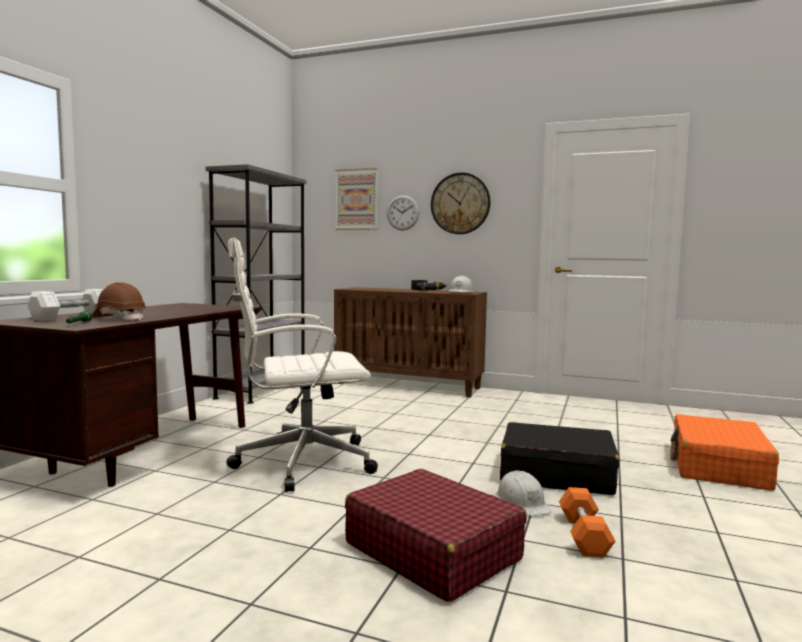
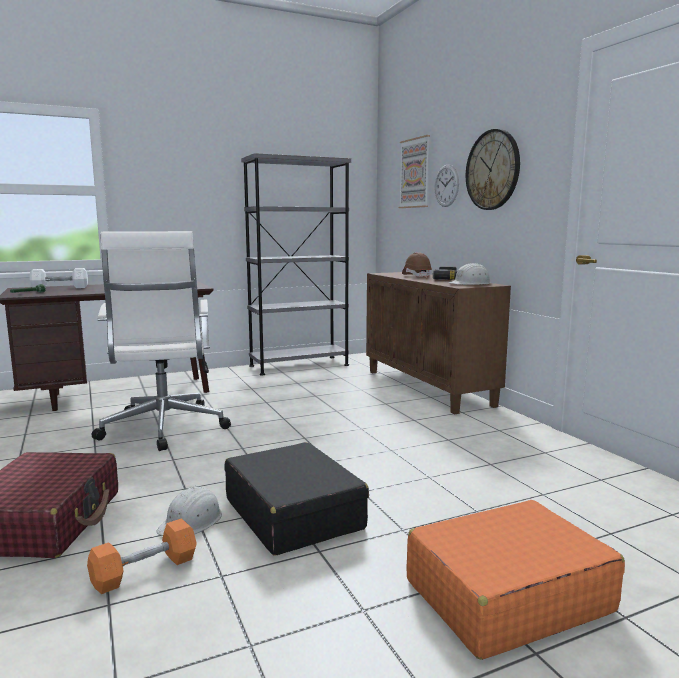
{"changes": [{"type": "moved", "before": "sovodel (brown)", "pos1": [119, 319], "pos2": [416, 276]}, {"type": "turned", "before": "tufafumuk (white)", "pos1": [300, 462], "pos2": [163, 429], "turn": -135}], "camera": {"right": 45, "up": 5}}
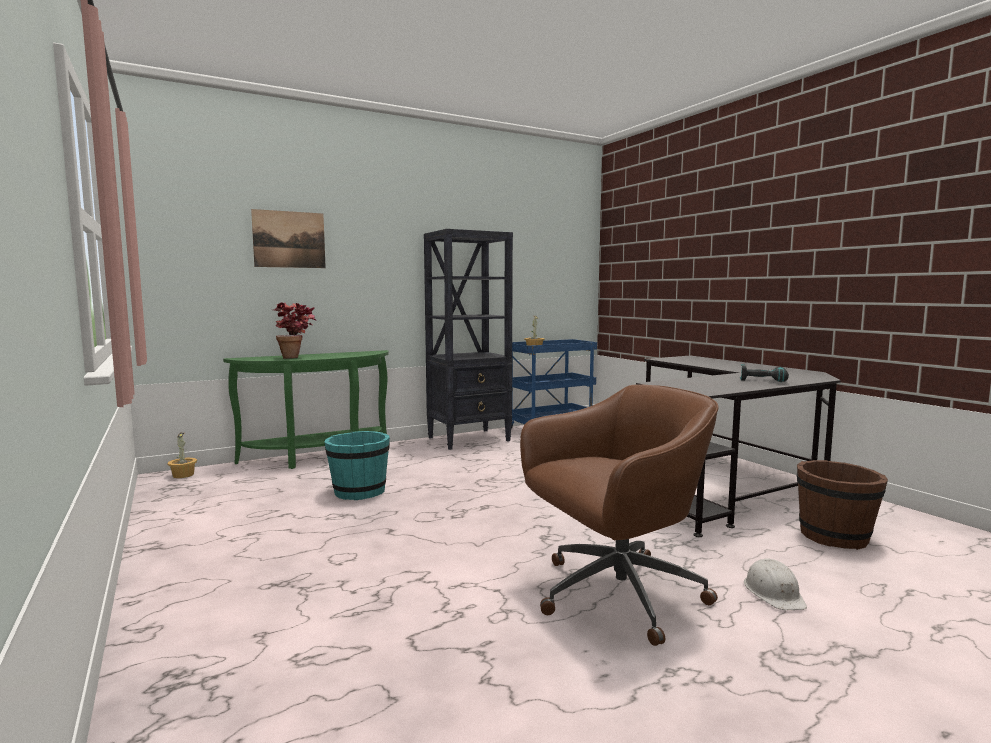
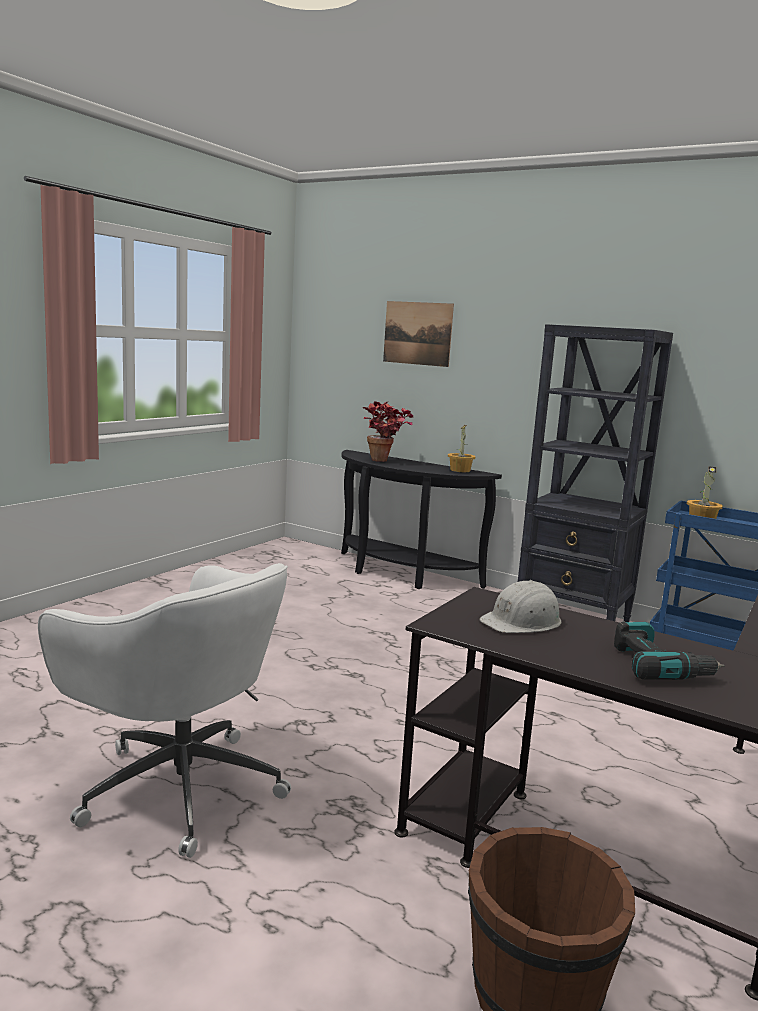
{"changes": [{"type": "removed", "before": "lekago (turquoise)", "pos1": [359, 492]}, {"type": "moved", "before": "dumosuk", "pos1": [183, 475], "pos2": [460, 470]}, {"type": "moved", "before": "sovodel (white)", "pos1": [774, 593], "pos2": [522, 621]}, {"type": "recoloured", "before": "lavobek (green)", "after": "lavobek (black)", "pos1": [319, 458], "pos2": [399, 574]}, {"type": "recoloured", "before": "tufafumuk (brown)", "after": "tufafumuk (white)", "pos1": [615, 595], "pos2": [177, 786]}], "camera": {"right": 60, "up": 5}}
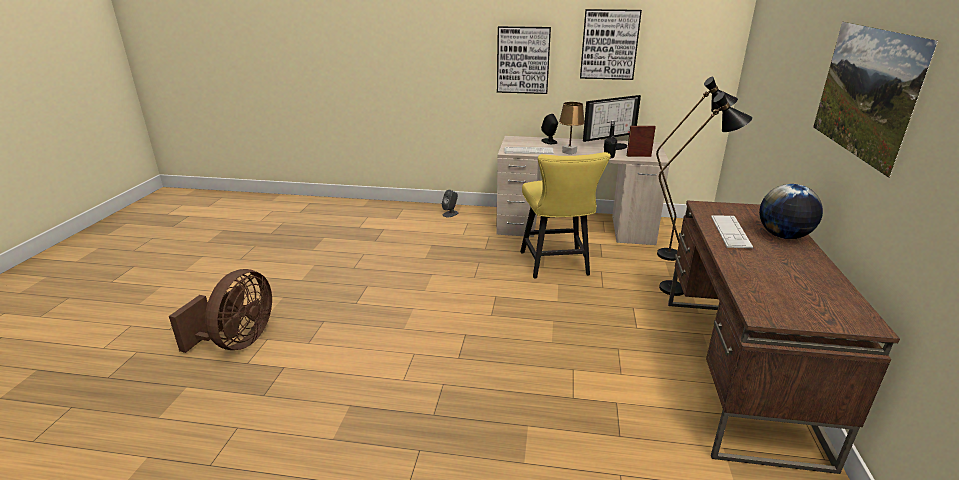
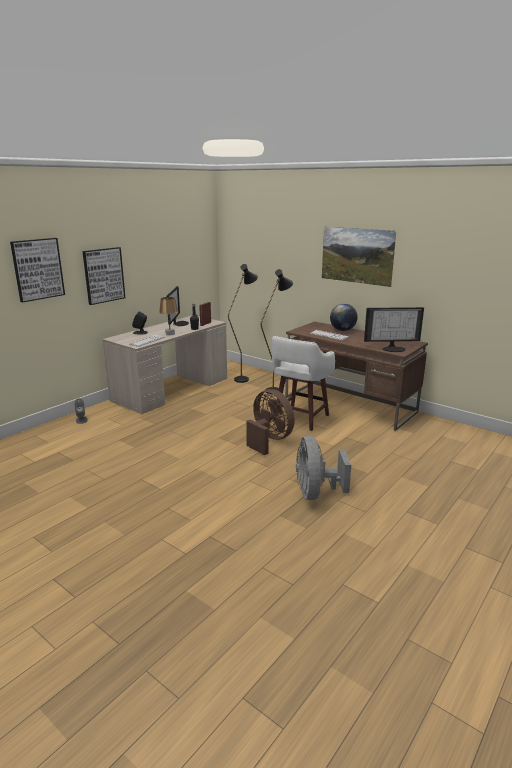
{"changes": [{"type": "removed", "before": "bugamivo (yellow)", "pos1": [556, 266]}, {"type": "added", "after": "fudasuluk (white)", "pos2": [300, 419]}, {"type": "added", "after": "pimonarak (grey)", "pos2": [316, 493]}, {"type": "added", "after": "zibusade", "pos2": [393, 348]}, {"type": "moved", "before": "pimonarak (brown)", "pos1": [237, 342], "pos2": [269, 440]}, {"type": "moved", "before": "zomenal", "pos1": [609, 44], "pos2": [38, 269]}], "camera": {"right": -60, "up": -5}}
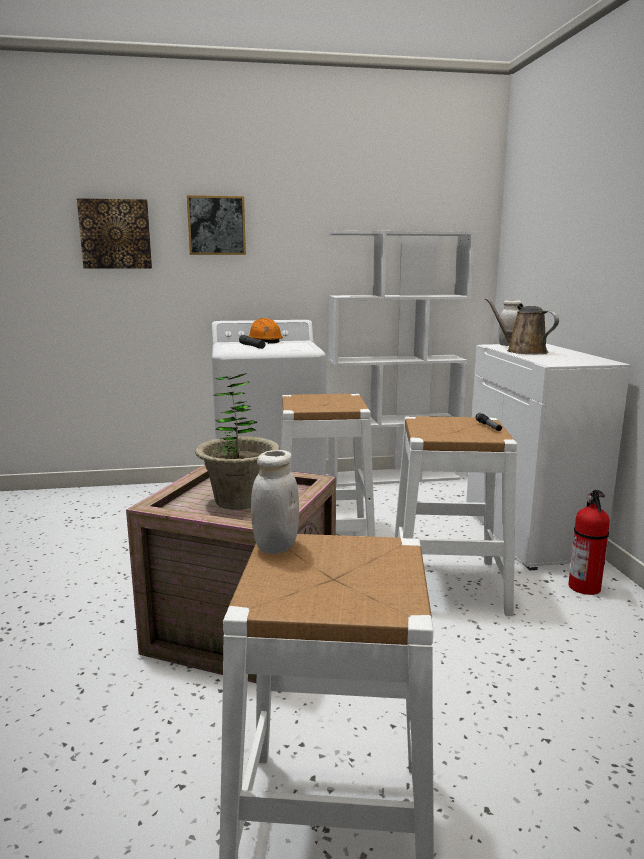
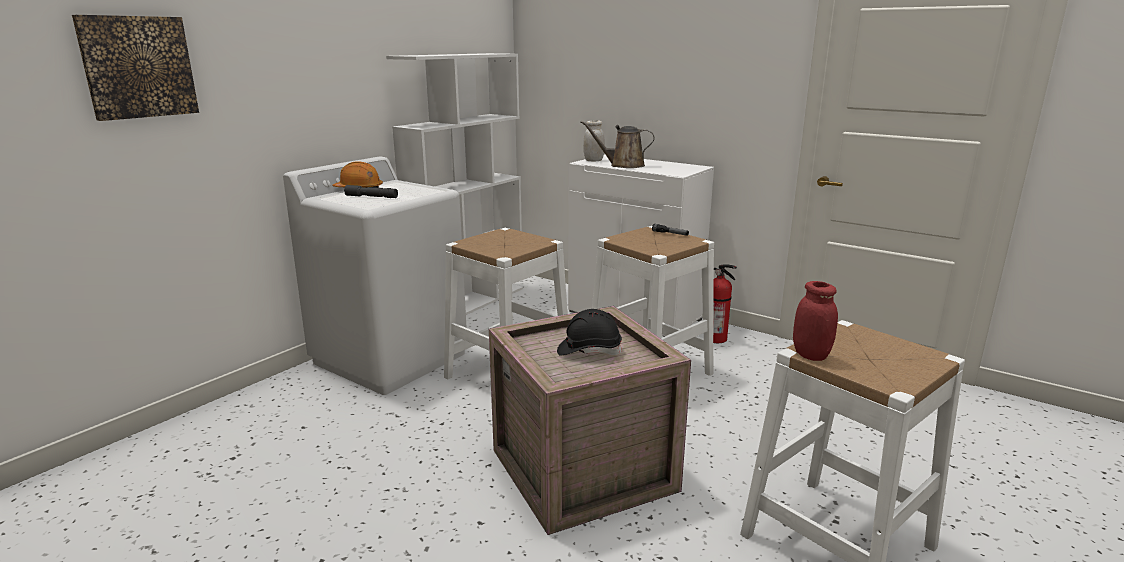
{"changes": [{"type": "removed", "before": "zomenal", "pos1": [216, 225]}, {"type": "replaced", "before": "dumosuk", "after": "sovodel (black)", "pos1": [239, 500], "pos2": [589, 351]}, {"type": "recoloured", "before": "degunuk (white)", "after": "degunuk (red)", "pos1": [275, 546], "pos2": [810, 355]}], "camera": {"right": -45, "up": 5}}
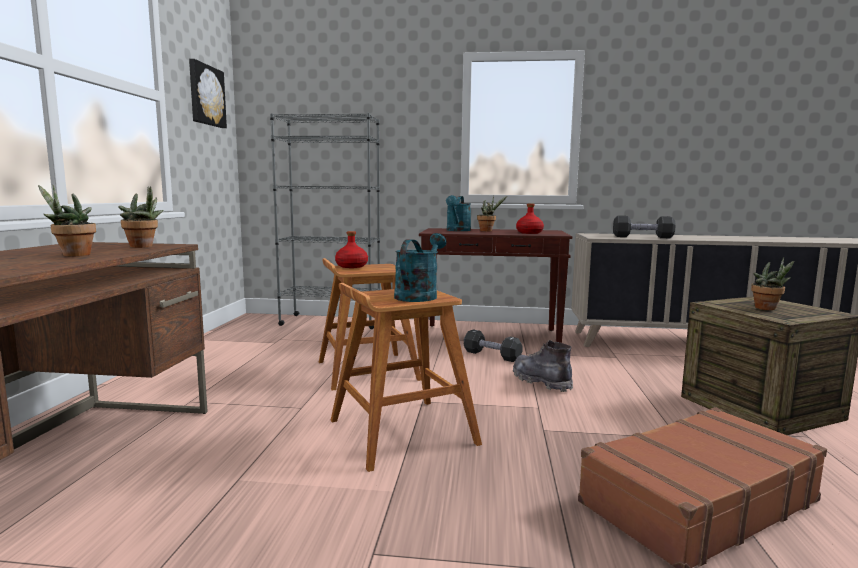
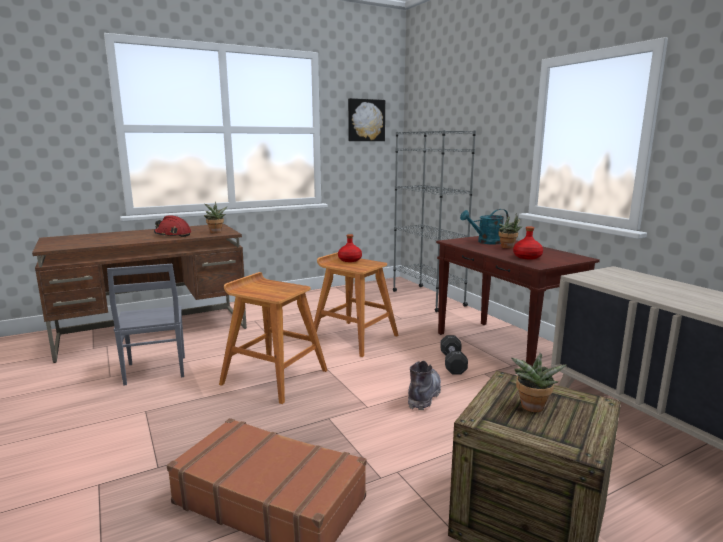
{"changes": [{"type": "removed", "before": "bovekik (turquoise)", "pos1": [419, 295]}, {"type": "removed", "before": "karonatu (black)", "pos1": [642, 237]}, {"type": "added", "after": "bugamivo (grey)", "pos2": [154, 371]}, {"type": "replaced", "before": "dumosuk", "after": "sovodel (red)", "pos1": [72, 255], "pos2": [172, 235]}], "camera": {"right": 55, "up": 5}}
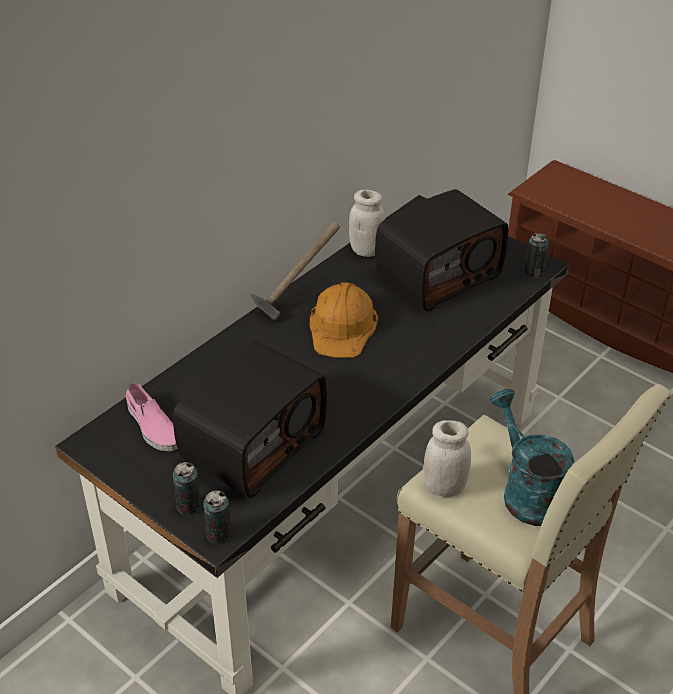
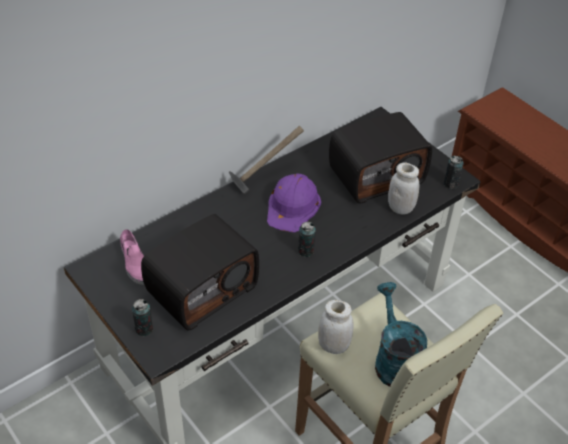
{"changes": [{"type": "moved", "before": "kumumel", "pos1": [219, 535], "pos2": [305, 251]}, {"type": "moved", "before": "degunuk (white)", "pos1": [366, 250], "pos2": [400, 208]}, {"type": "recoloured", "before": "sovodel (orange)", "after": "sovodel (purple)", "pos1": [342, 326], "pos2": [293, 206]}], "camera": {"right": 10, "up": 5}}
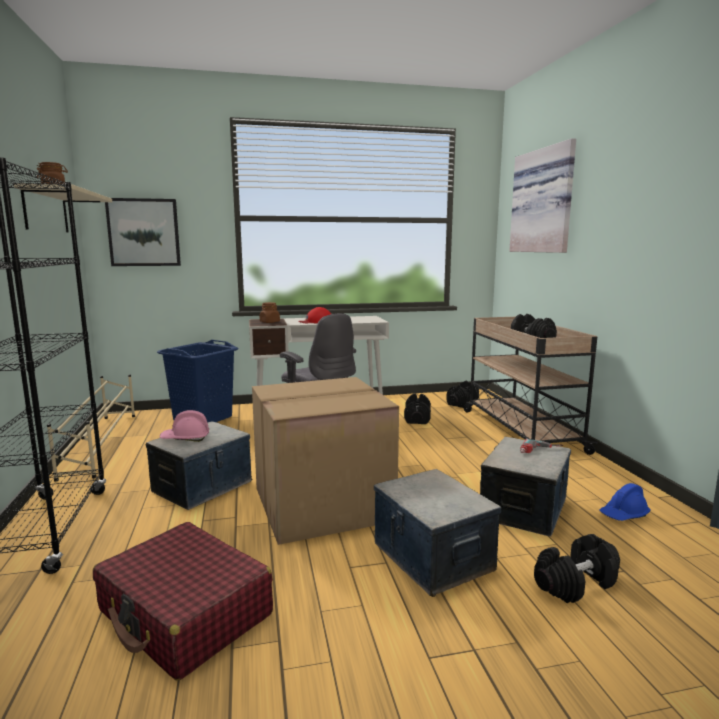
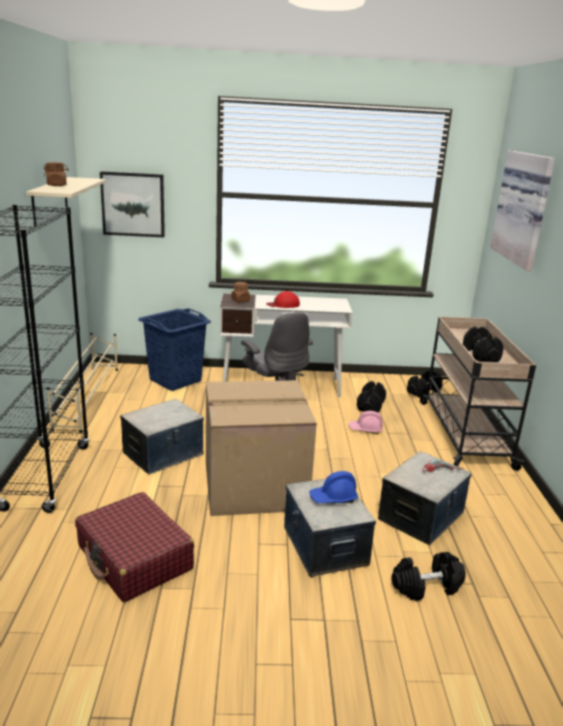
{"changes": [{"type": "moved", "before": "sovodel (pink)", "pos1": [185, 438], "pos2": [365, 429]}, {"type": "moved", "before": "sovodel (blue)", "pos1": [624, 514], "pos2": [333, 498]}], "camera": {"right": 10, "up": 10}}
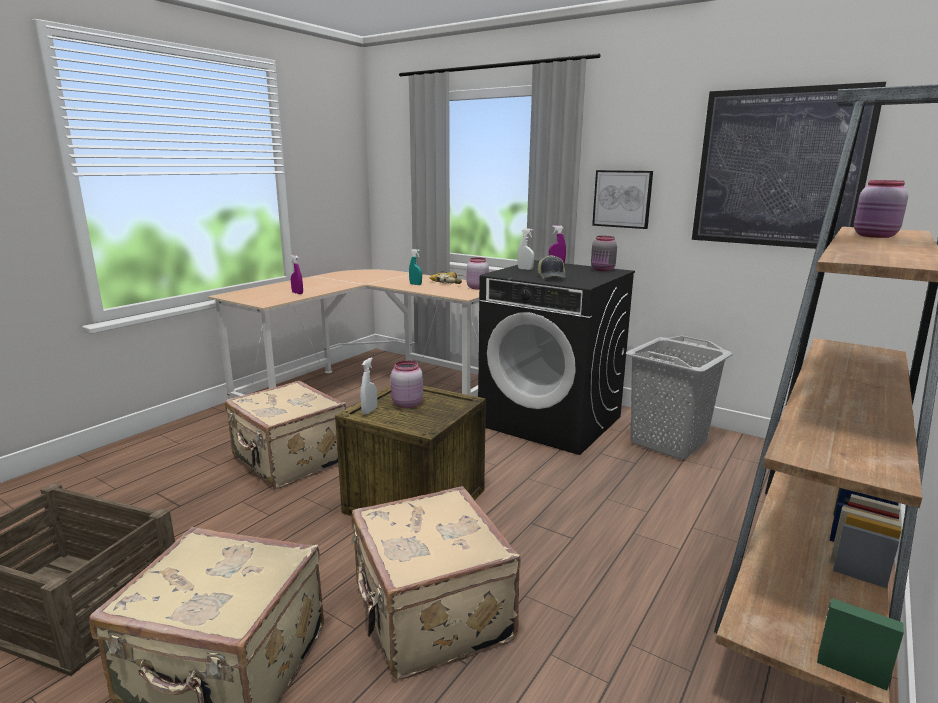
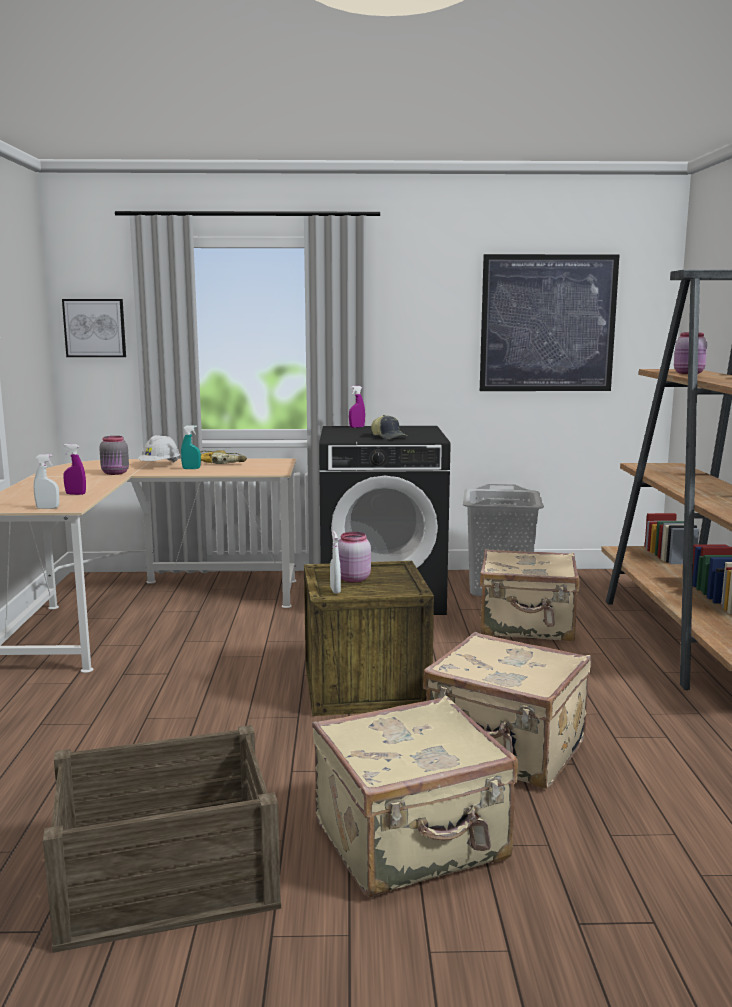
{"changes": [{"type": "removed", "before": "degunuk (pink)", "pos1": [477, 288]}, {"type": "added", "after": "sovodel (white)", "pos2": [160, 465]}, {"type": "moved", "before": "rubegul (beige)", "pos1": [289, 461], "pos2": [527, 626]}, {"type": "moved", "before": "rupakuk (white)", "pos1": [525, 269], "pos2": [47, 508]}, {"type": "moved", "before": "degunuk (grey)", "pos1": [602, 270], "pos2": [115, 473]}, {"type": "moved", "before": "zomenal", "pos1": [622, 199], "pos2": [95, 328]}], "camera": {"right": -35, "up": -5}}
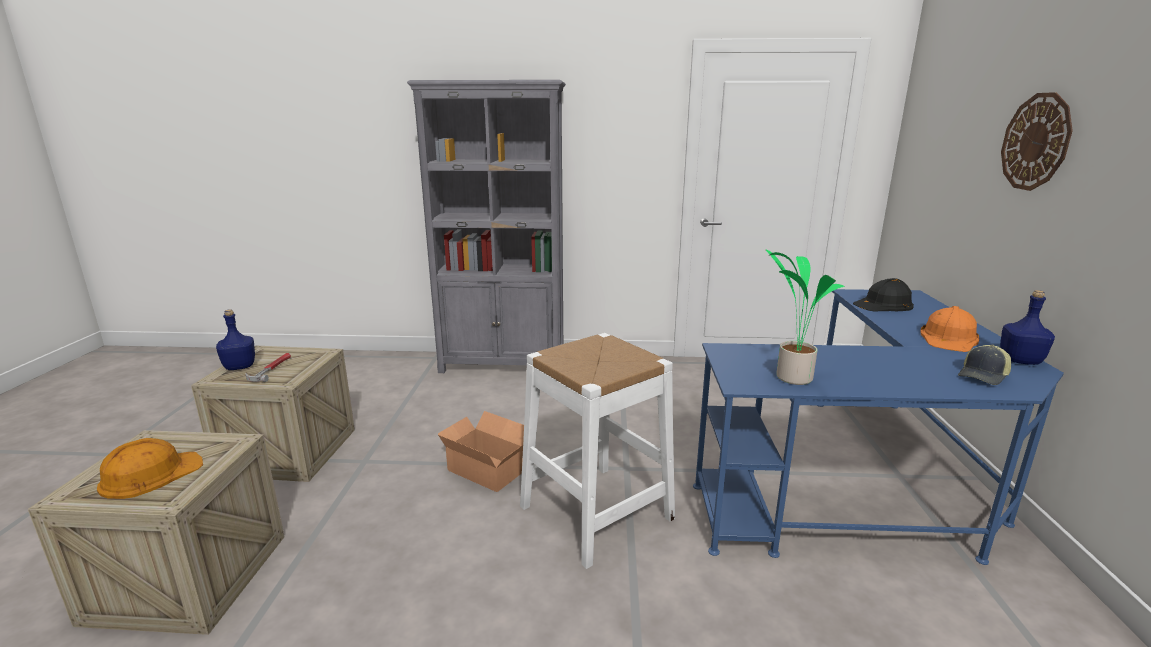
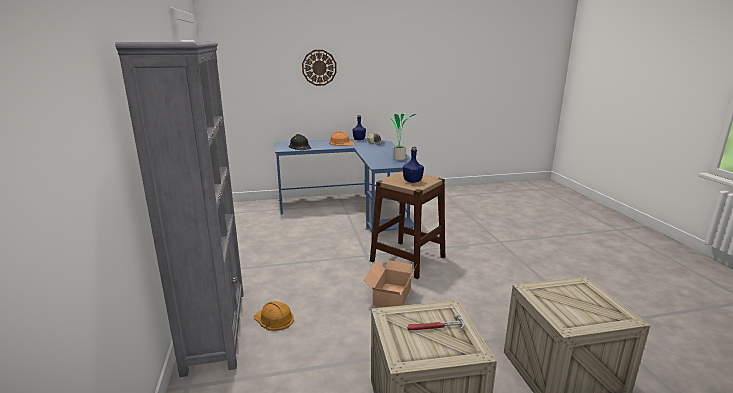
{"changes": [{"type": "moved", "before": "sovodel (orange)", "pos1": [150, 474], "pos2": [274, 319]}, {"type": "moved", "before": "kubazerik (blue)", "pos1": [240, 367], "pos2": [413, 181]}, {"type": "recoloured", "before": "fudasuluk (white)", "after": "fudasuluk (brown)", "pos1": [596, 512], "pos2": [407, 259]}], "camera": {"right": -105, "up": 0}}
